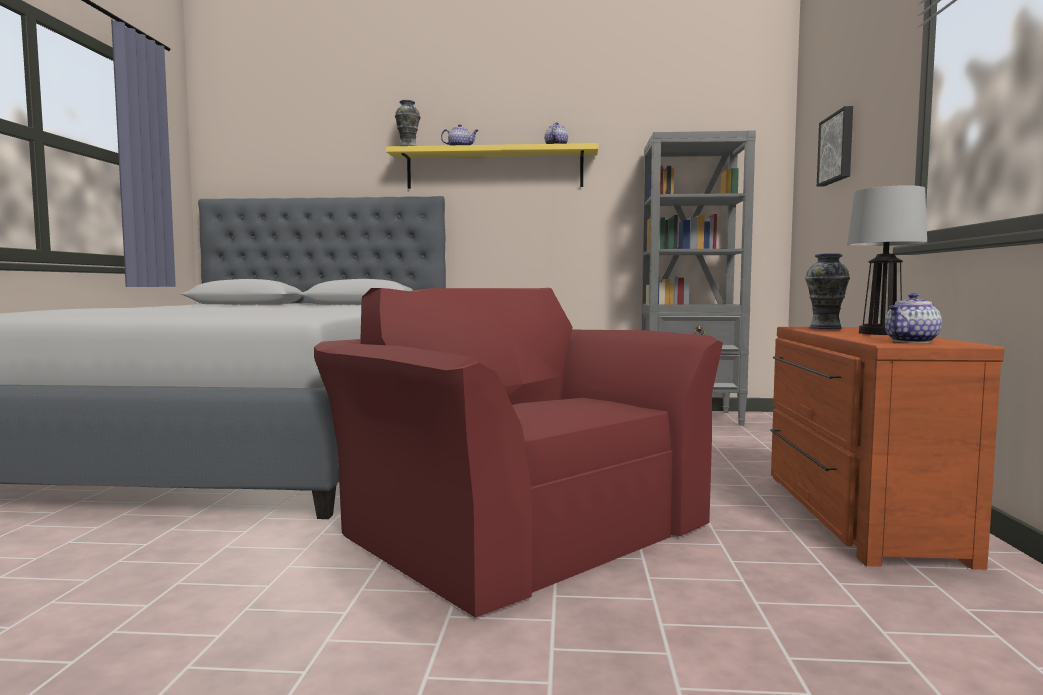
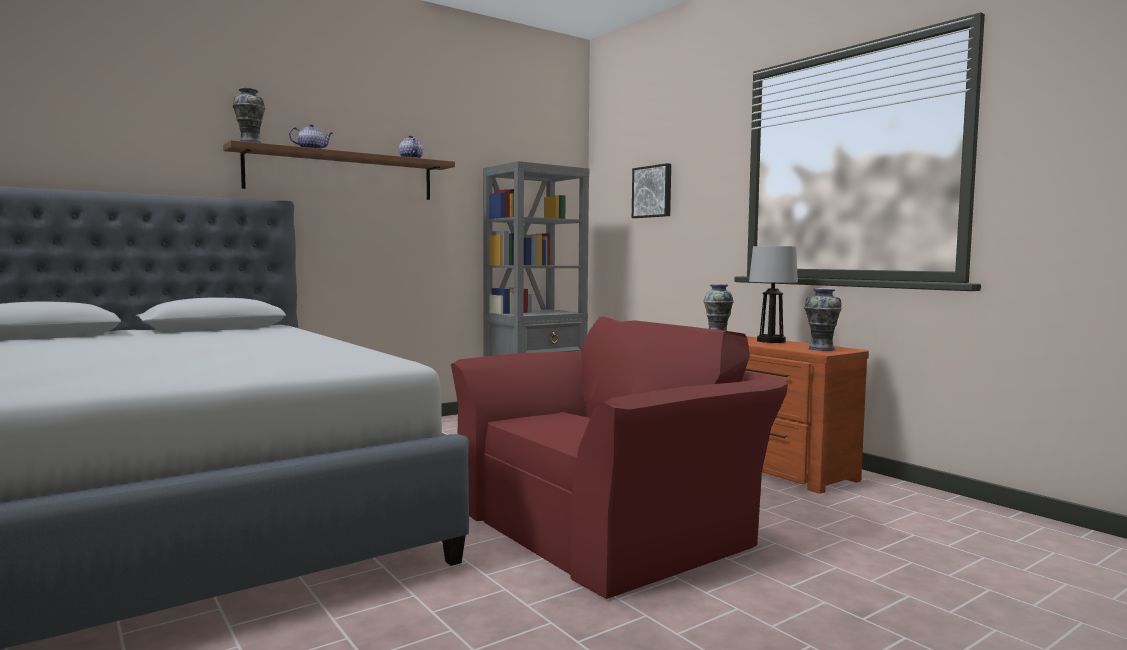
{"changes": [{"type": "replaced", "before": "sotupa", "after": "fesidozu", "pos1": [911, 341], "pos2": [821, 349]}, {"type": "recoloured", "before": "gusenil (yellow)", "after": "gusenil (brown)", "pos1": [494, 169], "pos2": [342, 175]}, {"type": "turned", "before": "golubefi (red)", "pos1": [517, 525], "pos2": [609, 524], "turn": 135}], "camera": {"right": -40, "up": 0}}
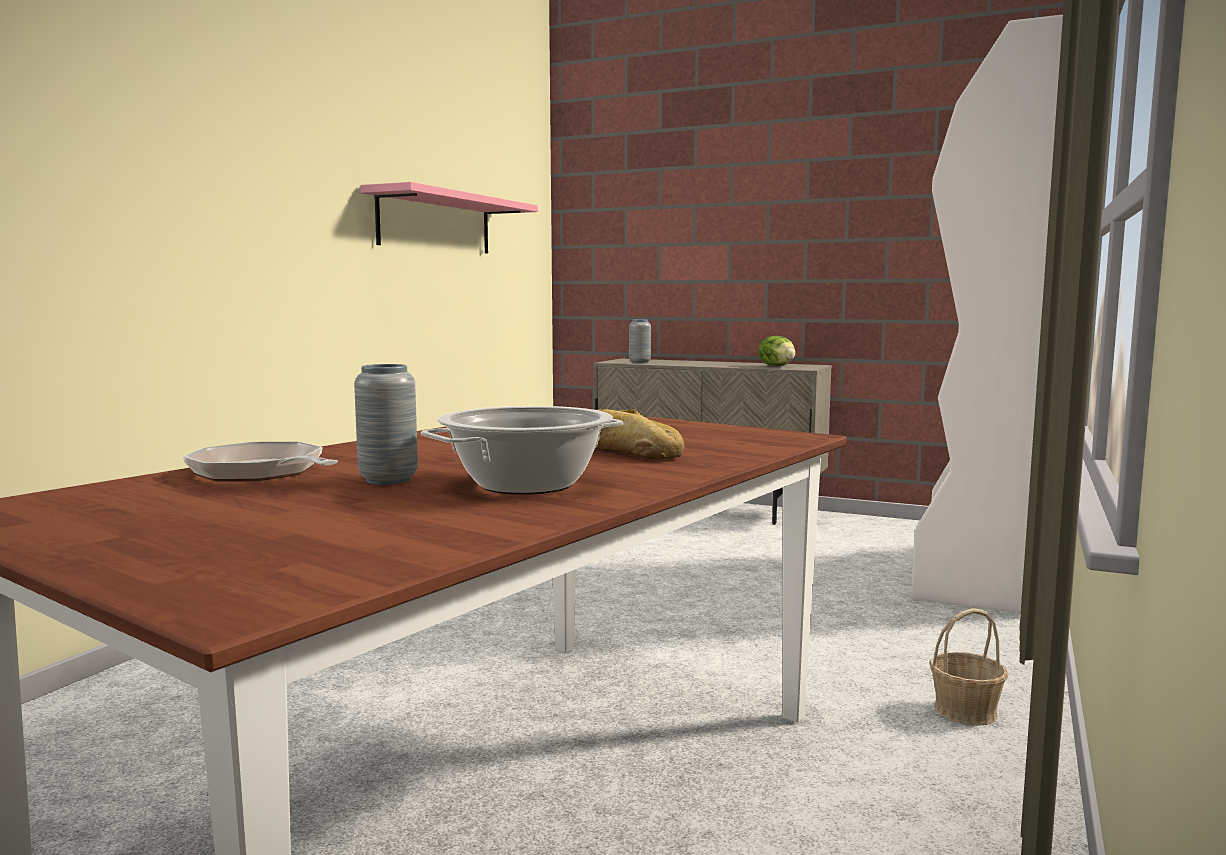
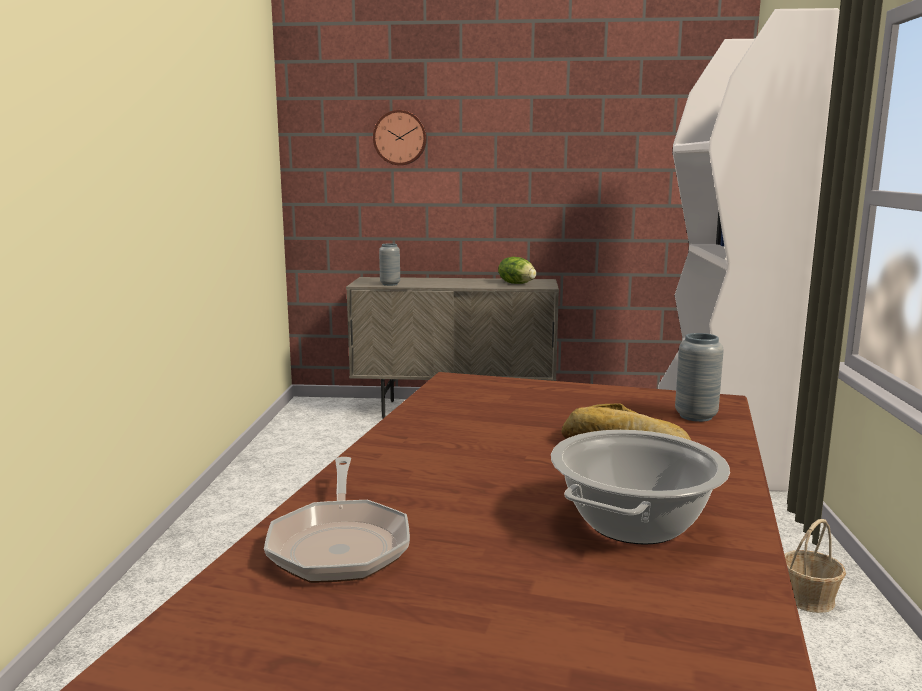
{"changes": [{"type": "removed", "before": "gusenil (pink)", "pos1": [436, 223]}, {"type": "added", "after": "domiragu", "pos2": [400, 138]}, {"type": "moved", "before": "fesidozu (grey)", "pos1": [388, 480], "pos2": [696, 416]}, {"type": "turned", "before": "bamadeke", "pos1": [262, 473], "pos2": [340, 544], "turn": -120}], "camera": {"right": -20, "up": 5}}
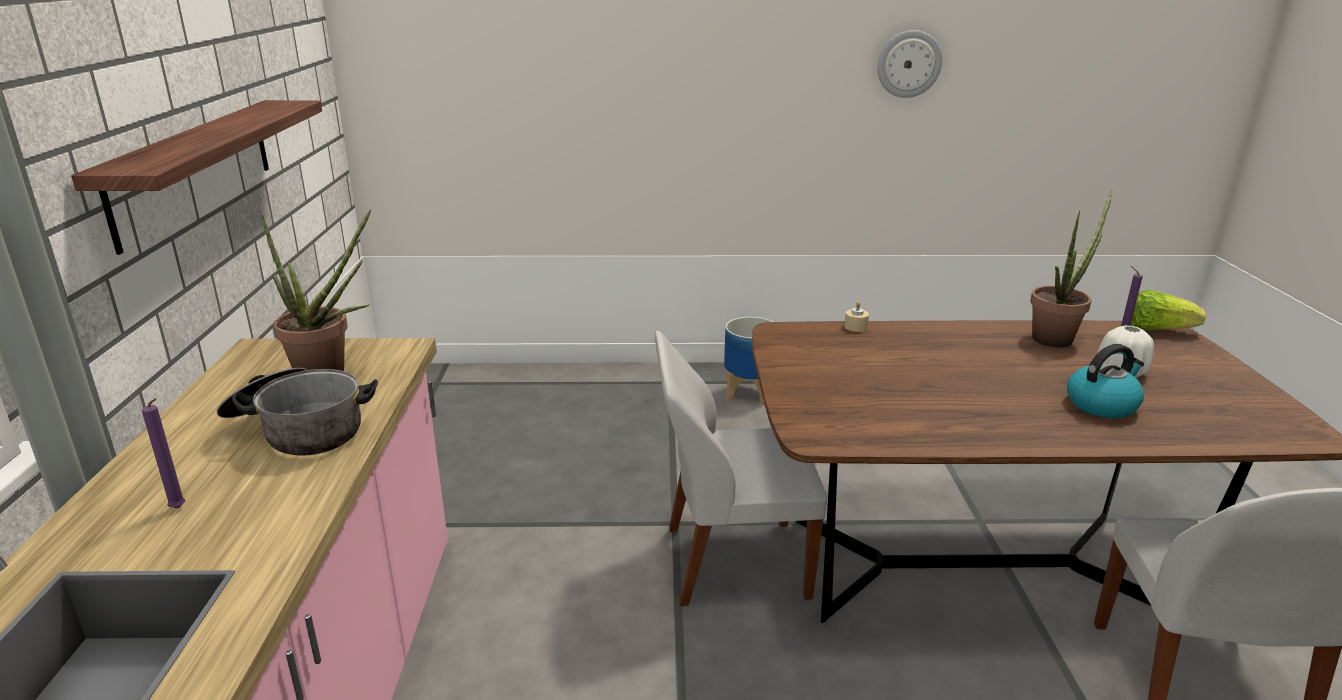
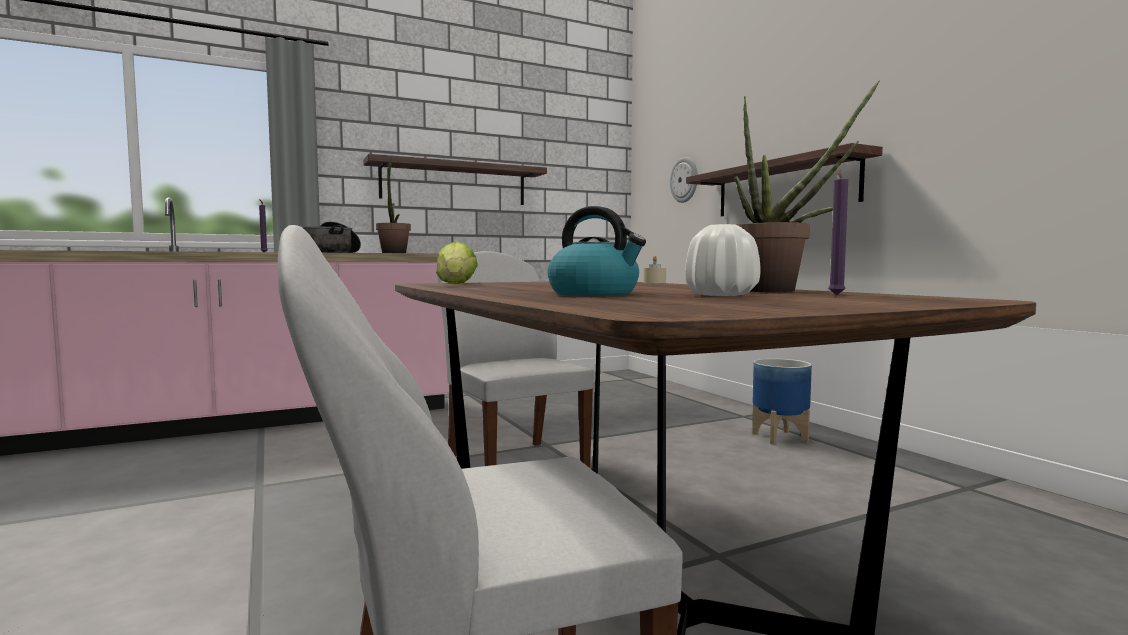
{"changes": [{"type": "added", "after": "gusenil", "pos2": [783, 187]}, {"type": "moved", "before": "domiragu", "pos1": [909, 64], "pos2": [684, 180]}, {"type": "moved", "before": "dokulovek", "pos1": [1157, 329], "pos2": [456, 284]}], "camera": {"right": 65, "up": -20}}
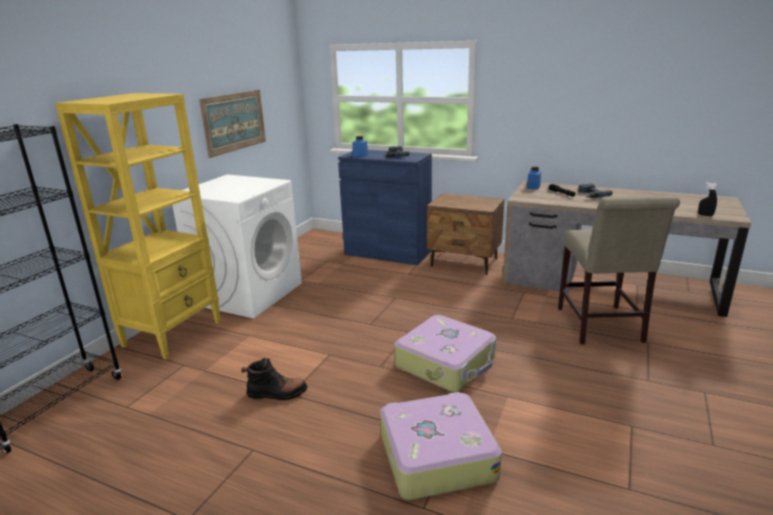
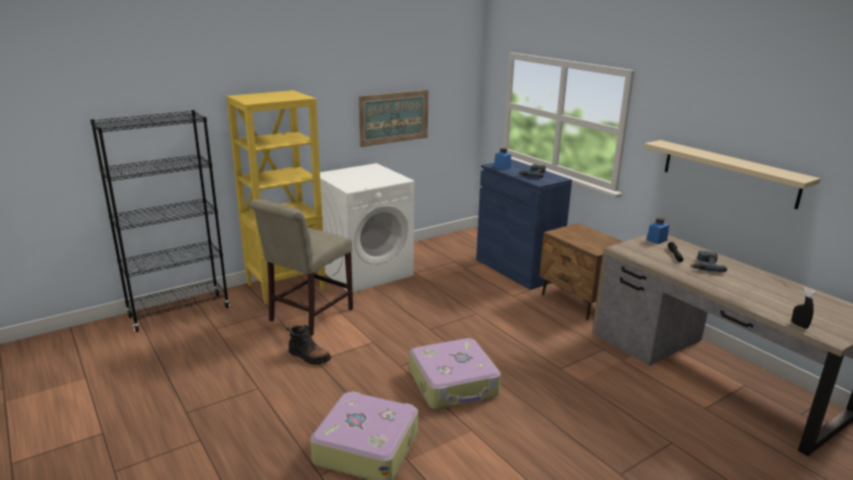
{"changes": [{"type": "added", "after": "gusenil (beige)", "pos2": [729, 173]}, {"type": "moved", "before": "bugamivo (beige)", "pos1": [600, 327], "pos2": [307, 316]}], "camera": {"right": 30, "up": 0}}
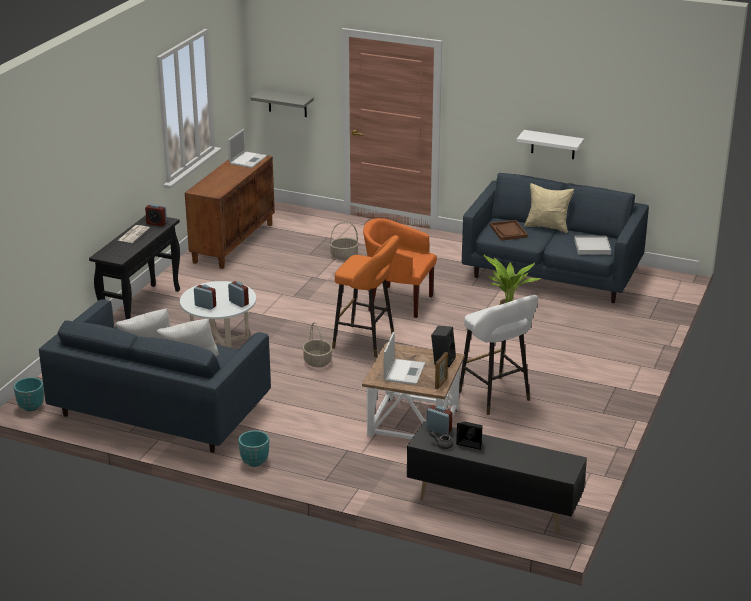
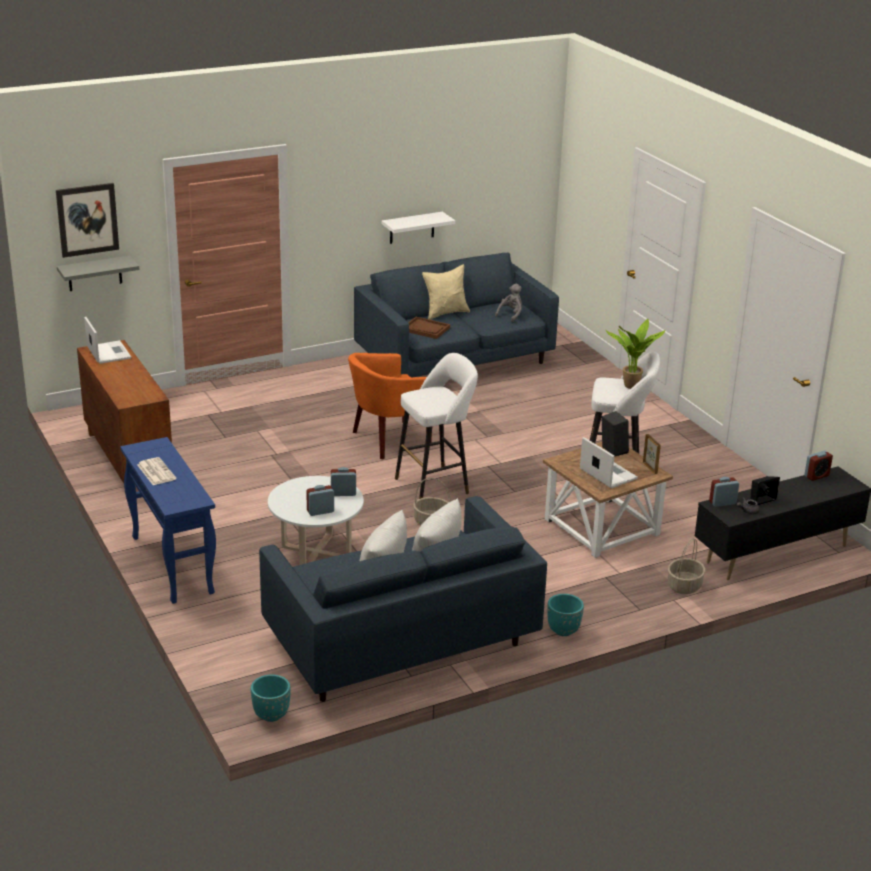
{"changes": [{"type": "added", "after": "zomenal", "pos2": [87, 219]}, {"type": "moved", "before": "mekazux", "pos1": [156, 223], "pos2": [816, 476]}, {"type": "moved", "before": "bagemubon", "pos1": [344, 256], "pos2": [684, 586]}, {"type": "replaced", "before": "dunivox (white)", "after": "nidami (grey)", "pos1": [592, 247], "pos2": [511, 315]}, {"type": "recoloured", "before": "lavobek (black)", "after": "lavobek (blue)", "pos1": [142, 308], "pos2": [171, 564]}, {"type": "recoloured", "before": "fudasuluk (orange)", "after": "fudasuluk (white)", "pos1": [367, 342], "pos2": [436, 485]}], "camera": {"right": -50, "up": 0}}
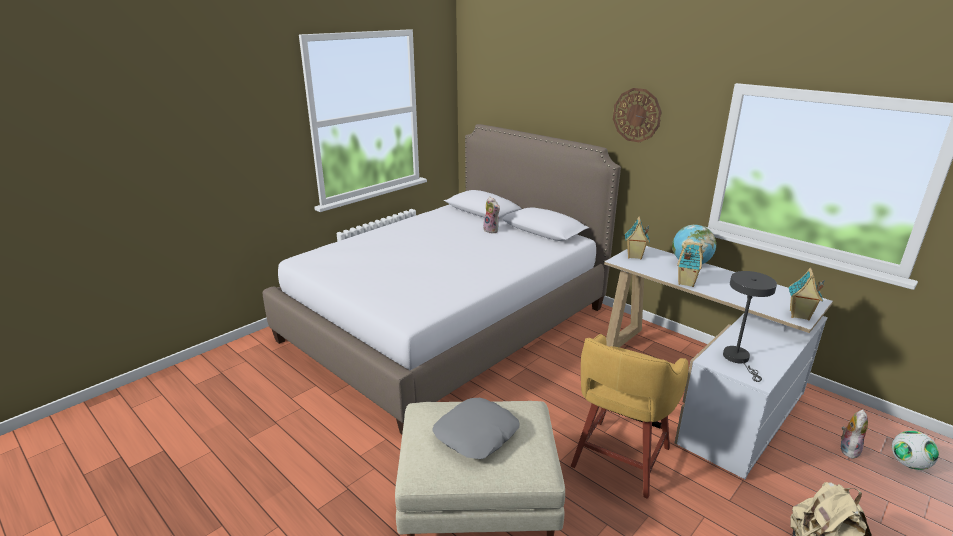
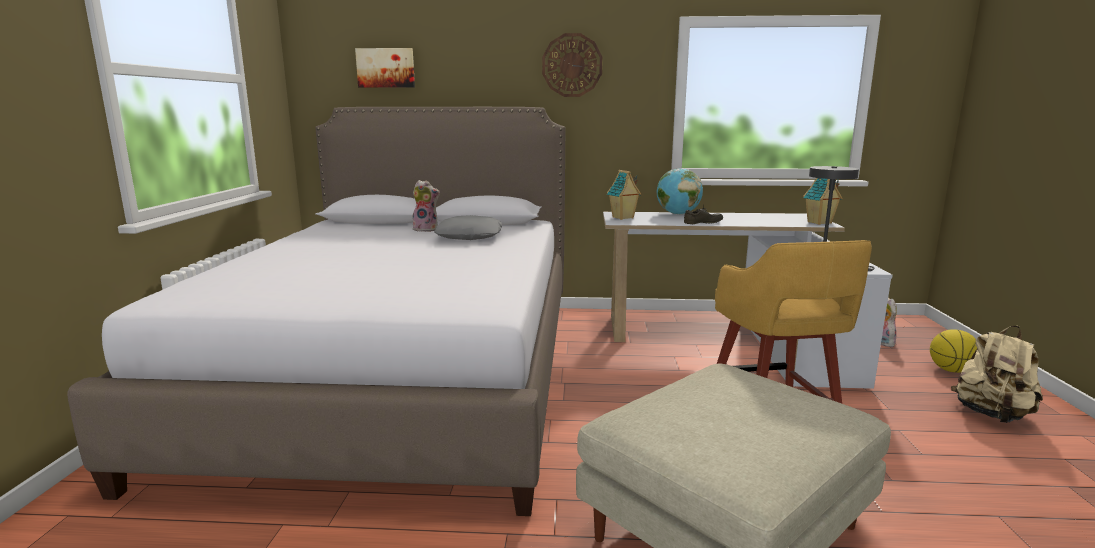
{"changes": [{"type": "removed", "before": "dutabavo", "pos1": [908, 464]}, {"type": "added", "after": "zomenal", "pos2": [386, 68]}, {"type": "added", "after": "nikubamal", "pos2": [951, 370]}, {"type": "moved", "before": "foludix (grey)", "pos1": [476, 434], "pos2": [470, 236]}, {"type": "replaced", "before": "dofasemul", "after": "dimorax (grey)", "pos1": [685, 282], "pos2": [703, 223]}], "camera": {"right": -40, "up": -10}}
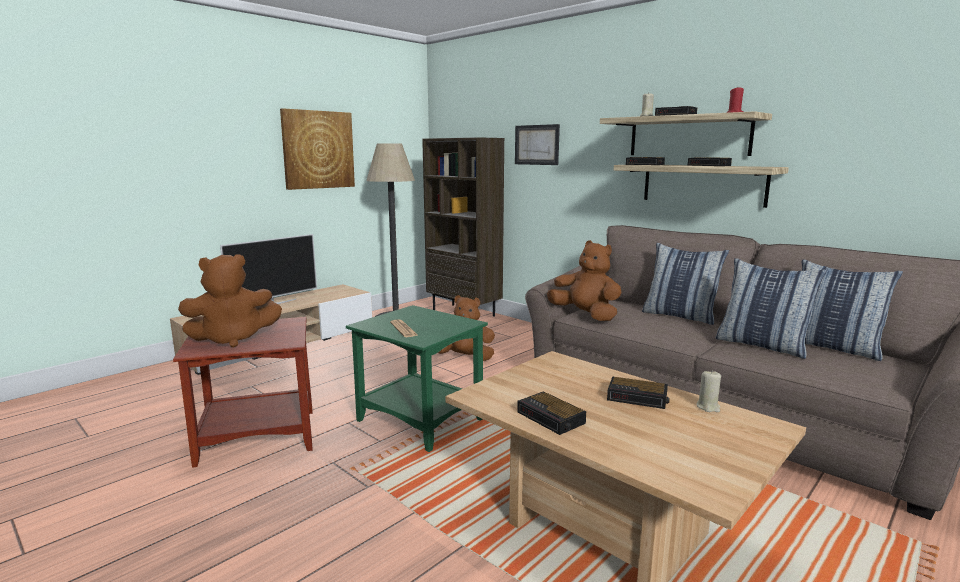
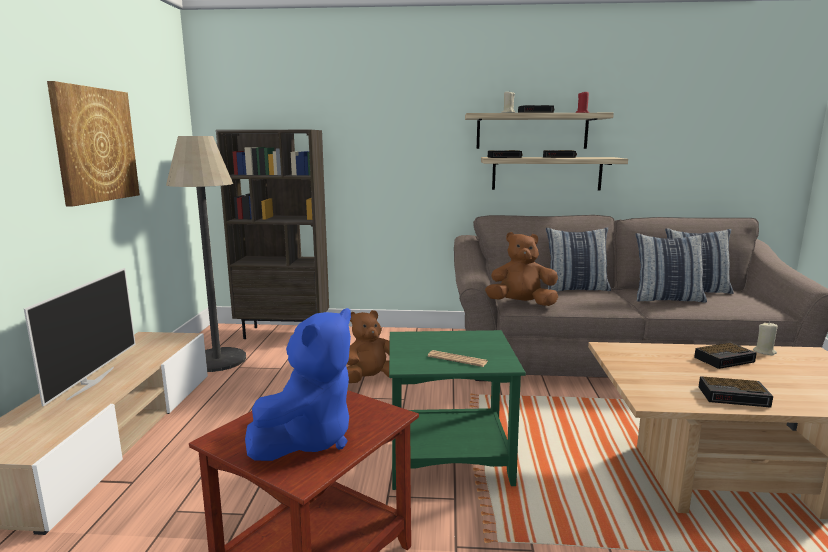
{"changes": [{"type": "removed", "before": "zomenal", "pos1": [536, 145]}, {"type": "recoloured", "before": "nidami (brown)", "after": "nidami (blue)", "pos1": [233, 339], "pos2": [308, 439]}], "camera": {"right": -40, "up": 0}}
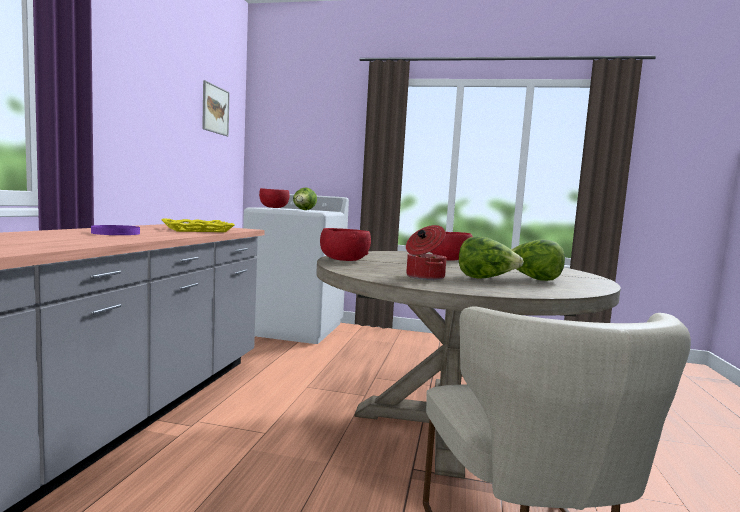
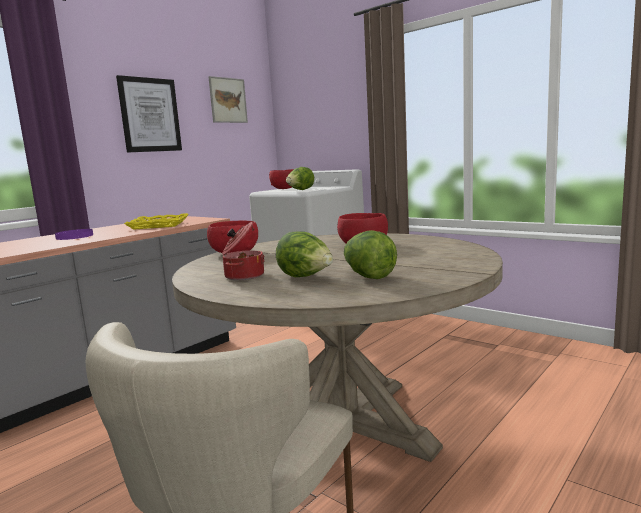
{"changes": [{"type": "added", "after": "zomenal", "pos2": [150, 115]}], "camera": {"right": 30, "up": 5}}
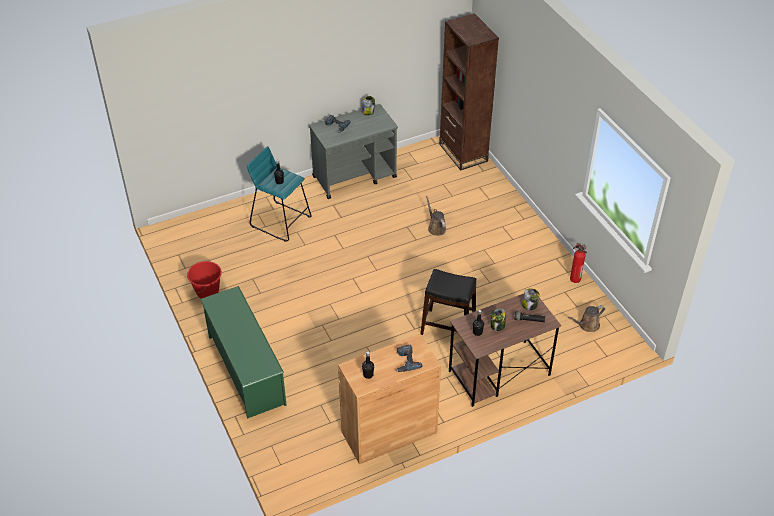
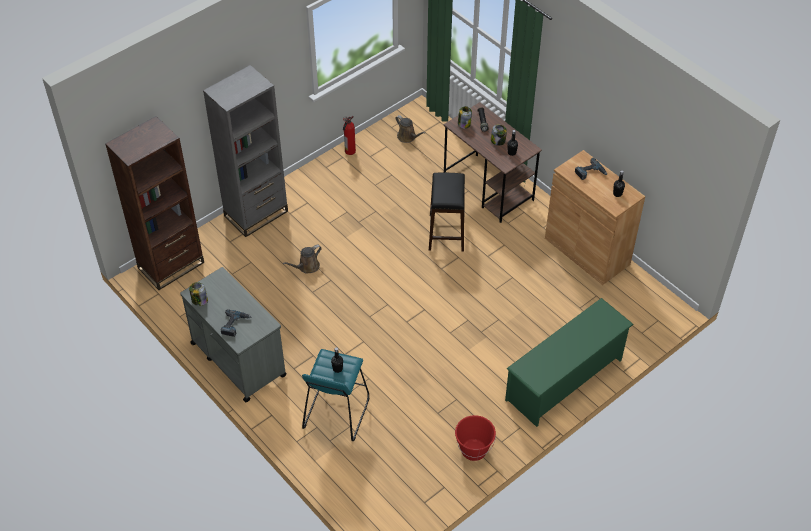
{"changes": [{"type": "added", "after": "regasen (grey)", "pos2": [256, 214]}], "camera": {"right": -105, "up": 5}}
